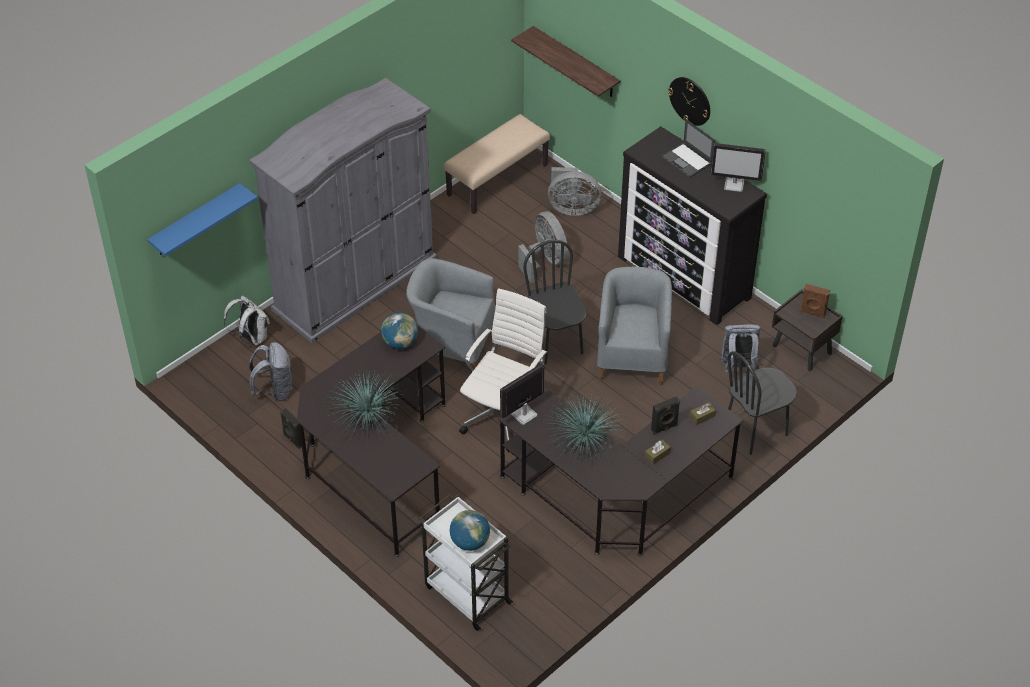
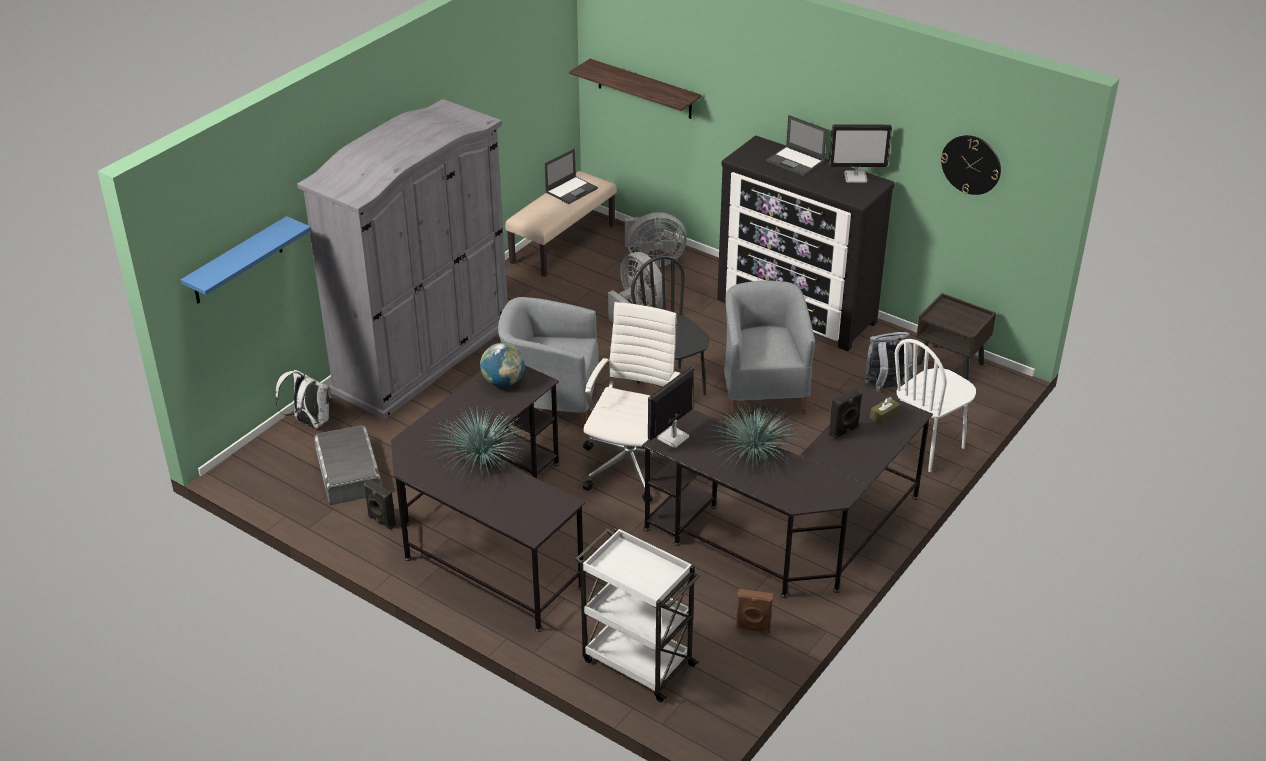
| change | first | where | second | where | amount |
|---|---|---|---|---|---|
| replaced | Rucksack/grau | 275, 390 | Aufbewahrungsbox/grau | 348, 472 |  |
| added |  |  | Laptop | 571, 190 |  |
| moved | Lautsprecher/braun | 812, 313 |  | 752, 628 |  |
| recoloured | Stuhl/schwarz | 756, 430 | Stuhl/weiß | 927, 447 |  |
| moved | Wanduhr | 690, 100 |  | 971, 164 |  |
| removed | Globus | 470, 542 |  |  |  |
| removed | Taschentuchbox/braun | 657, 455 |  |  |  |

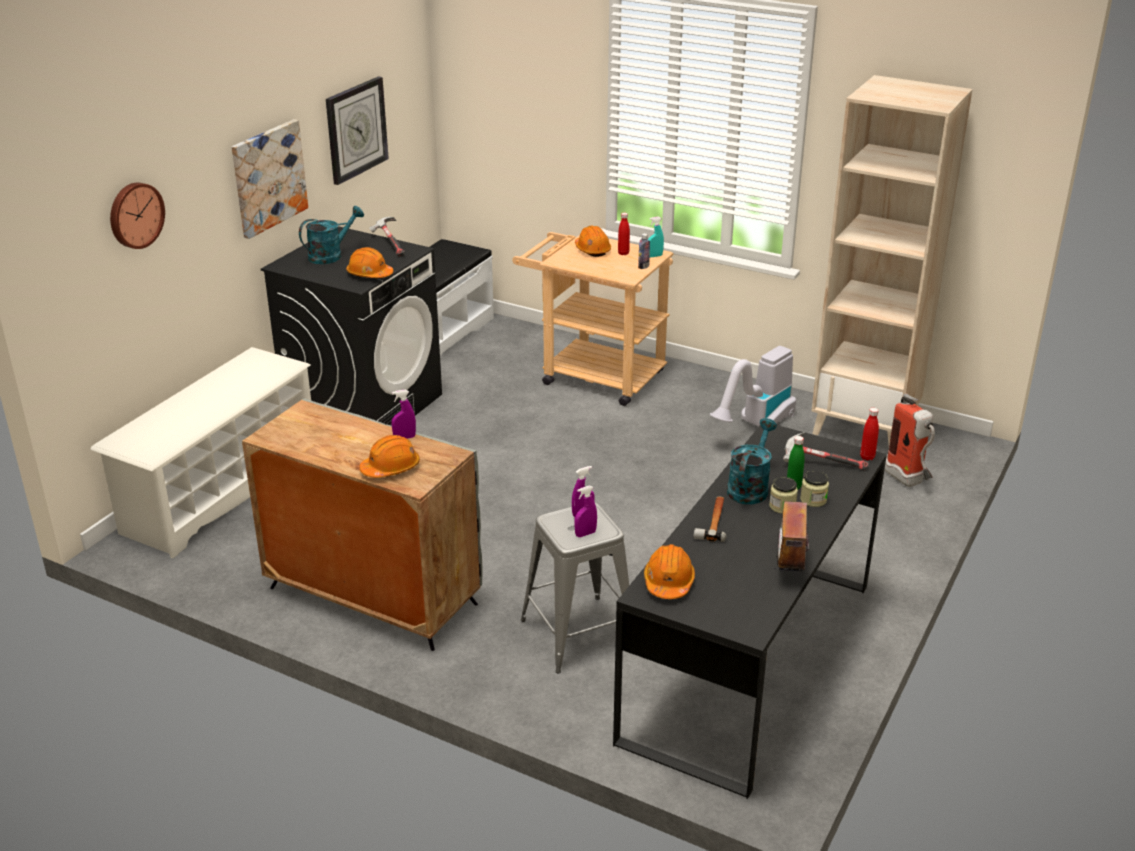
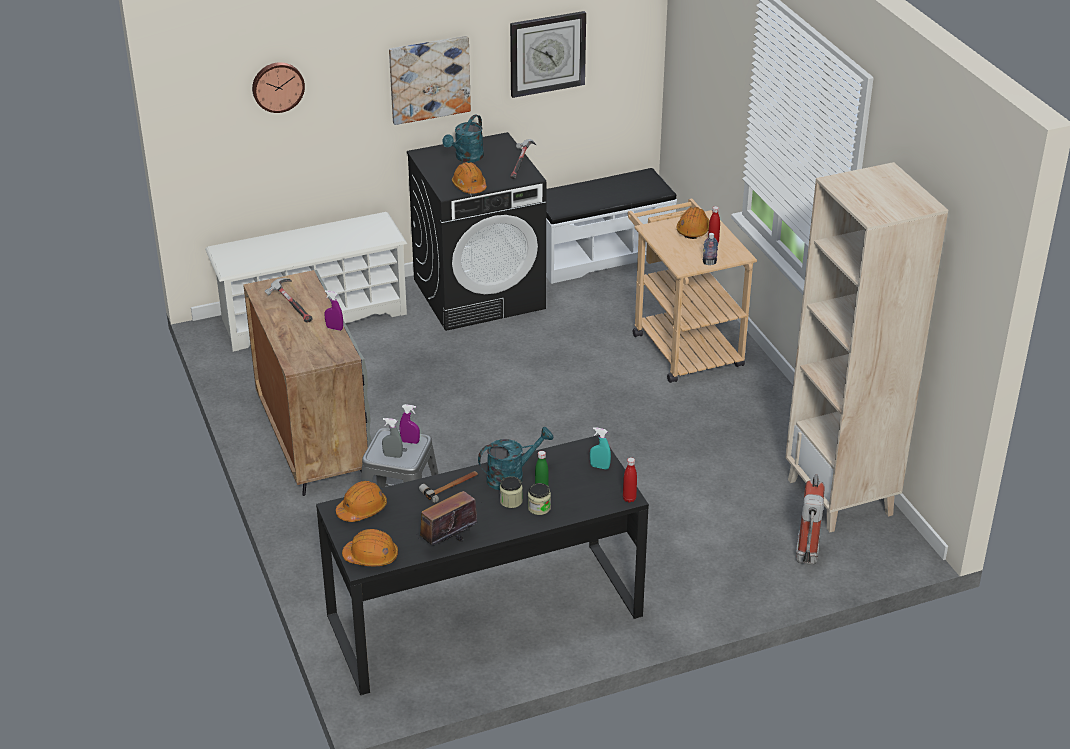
| change | first | where | second | where | amount |
|---|---|---|---|---|---|
| moved | Hammer | 821, 464 |  | 291, 306 |  |
| moved | Schutzhelm/orange | 391, 468 |  | 371, 557 |  |
| recoloured | Sprühflasche/lila | 585, 534 | Sprühflasche/grau | 392, 456 |  |
| turned | Gießkanne/türkis | 330, 255 |  | 466, 158 | 120 degrees clockwise |
| moved | Sprühflasche/türkis | 654, 256 |  | 599, 467 |  |
| removed | Staubsauger | 755, 425 |  |  |  |

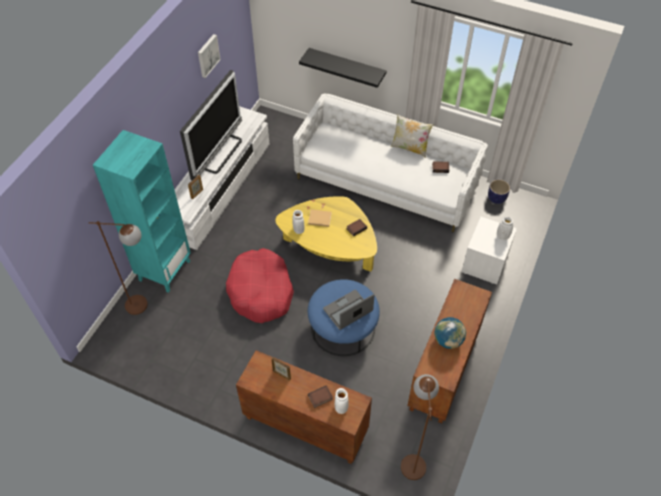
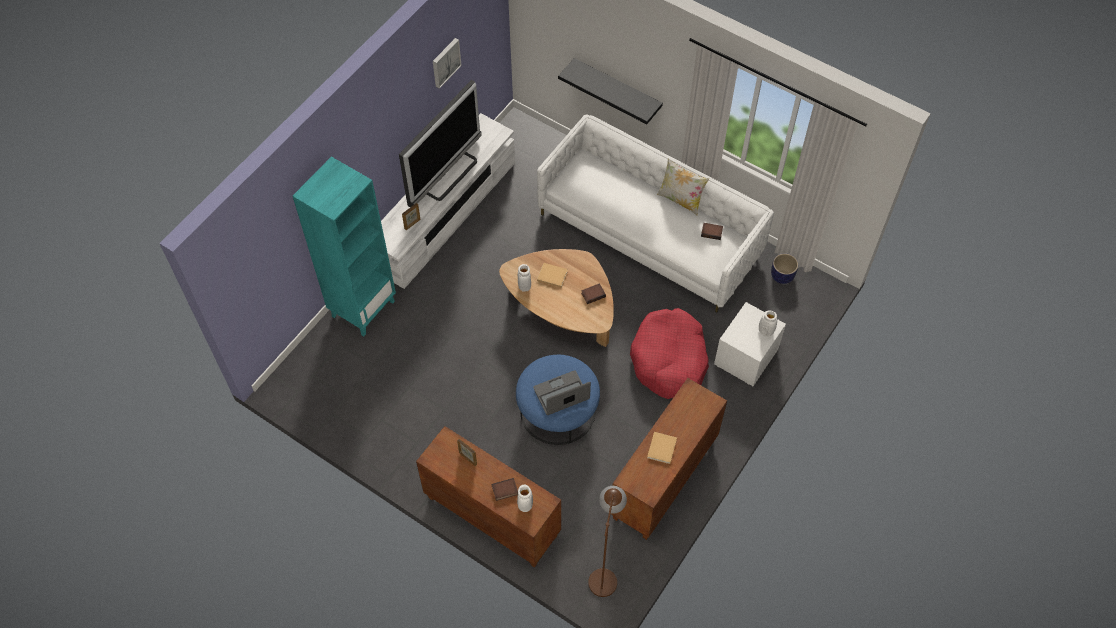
| change | first | where | second | where | amount |
|---|---|---|---|---|---|
| recoloured | Couchtisch/gelb | 330, 249 | Couchtisch/braun | 562, 311 |  |
| moved | Hundebett/rot | 261, 291 |  | 669, 360 |  |
| replaced | Globus | 448, 340 | Buch/beige | 661, 449 |  |
| removed | Stehlampe/braun | 144, 305 |  |  |  |

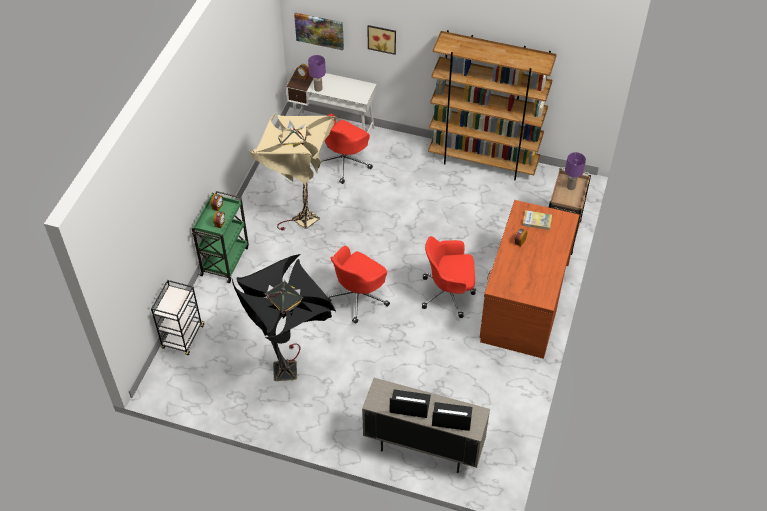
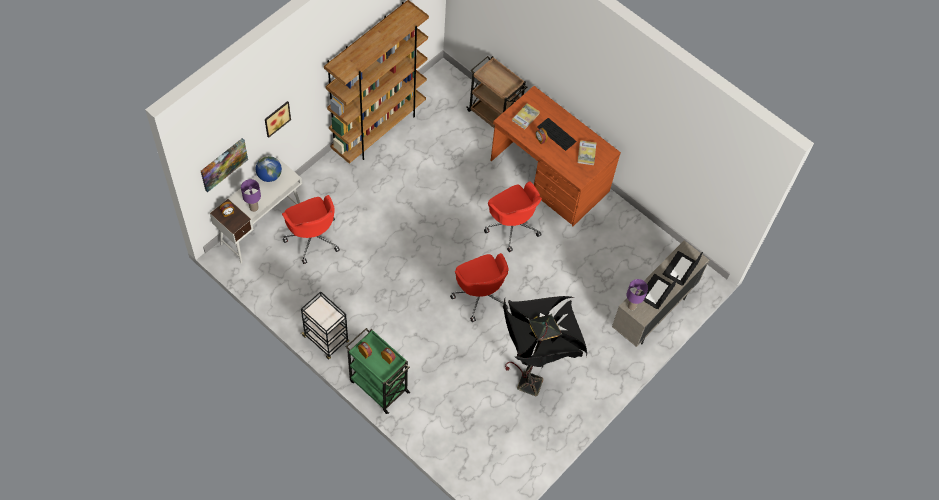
| change | first | where | second | where | amount |
|---|---|---|---|---|---|
| added |  |  | Globus | 269, 175 |  |
| moved | Rollwagen/schwarz | 183, 338 |  | 326, 339 |  |
| turned | Bürostuhl/rot | 448, 293 |  | 512, 225 | 60 degrees counterclockwise |
| added |  |  | Tastatur | 557, 134 |  |
| added |  |  | Buch | 586, 153 |  |
| moved | Tischlampe/lila | 571, 186 |  | 631, 305 |  |
| removed | Stehlampe/beige | 301, 215 |  |  |  |

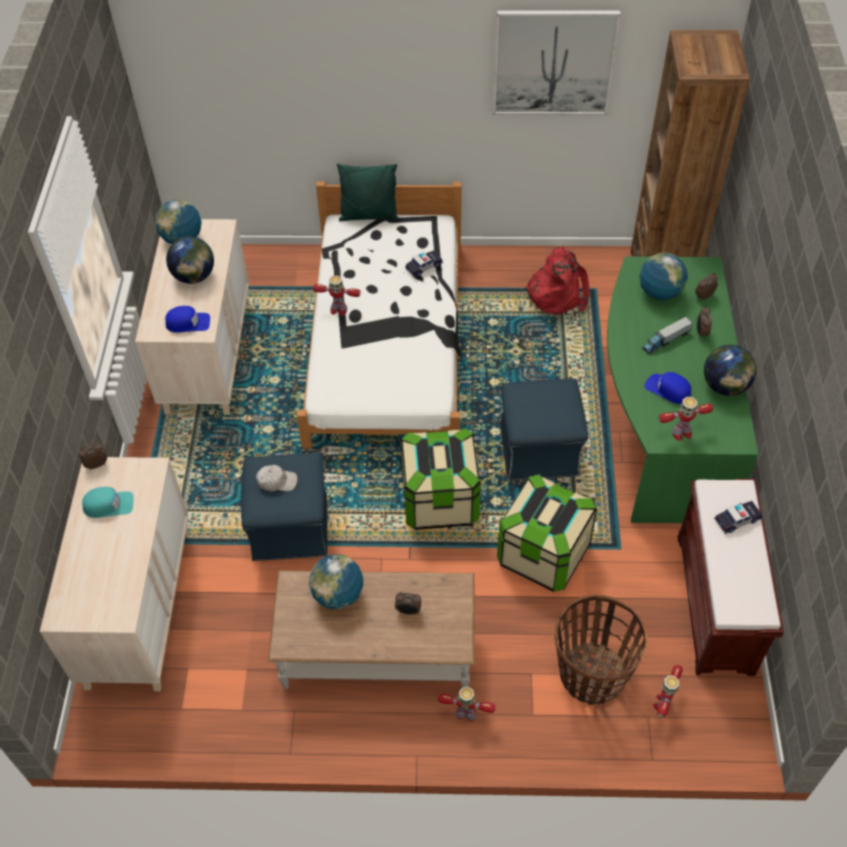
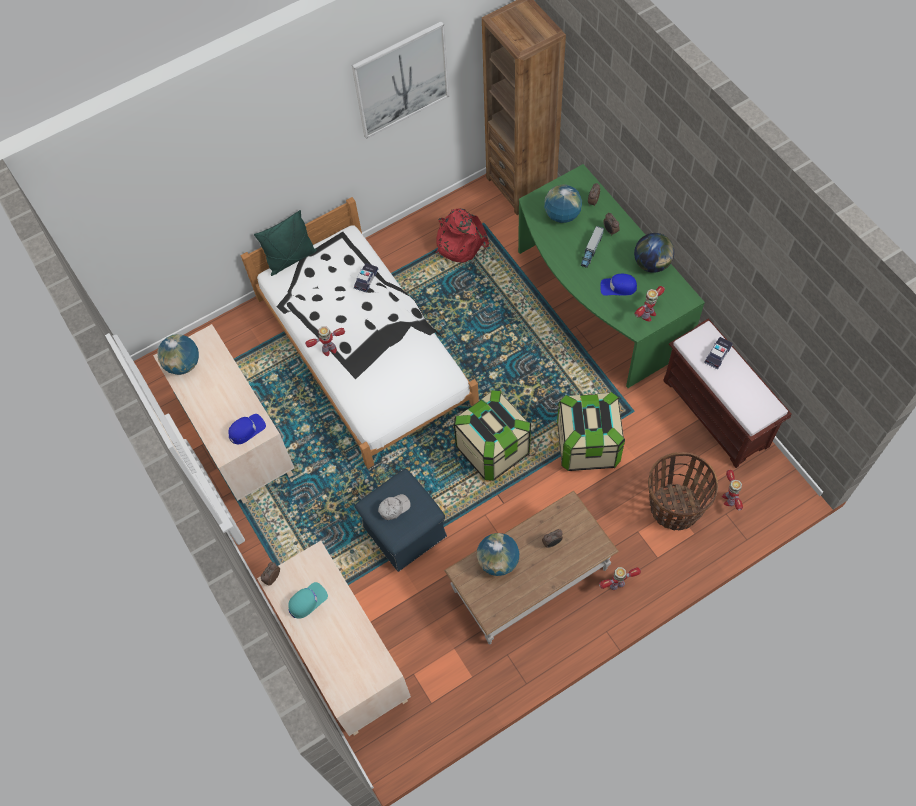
| change | first | where | second | where | amount |
|---|---|---|---|---|---|
| removed | Globus | 194, 276 |  |  |  |
| removed | Polsterhocker/blau | 540, 450 |  |  |  |

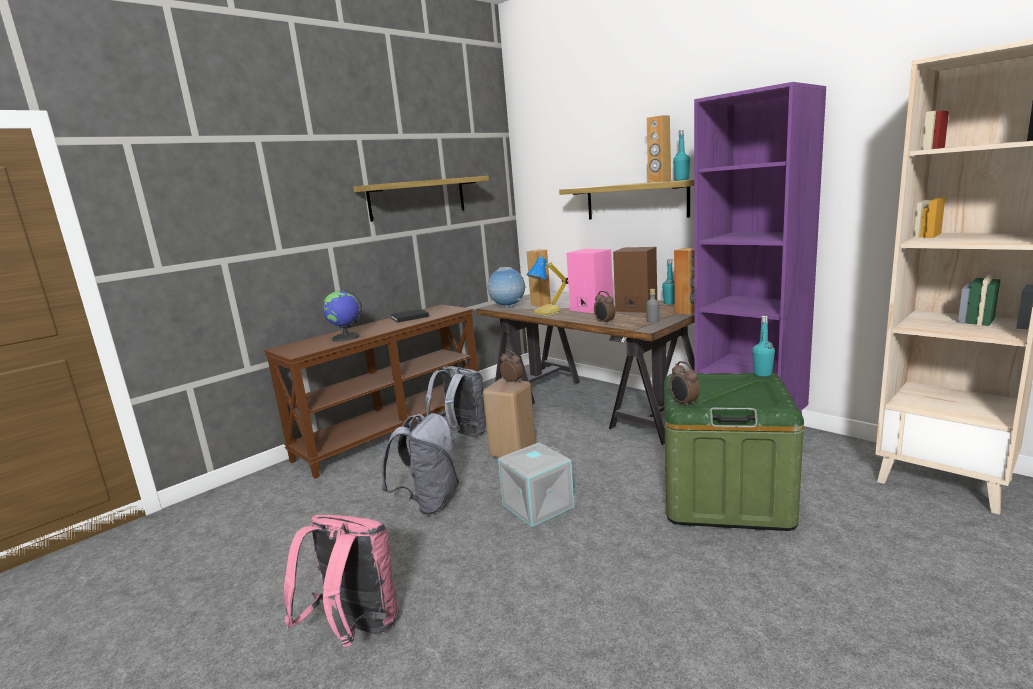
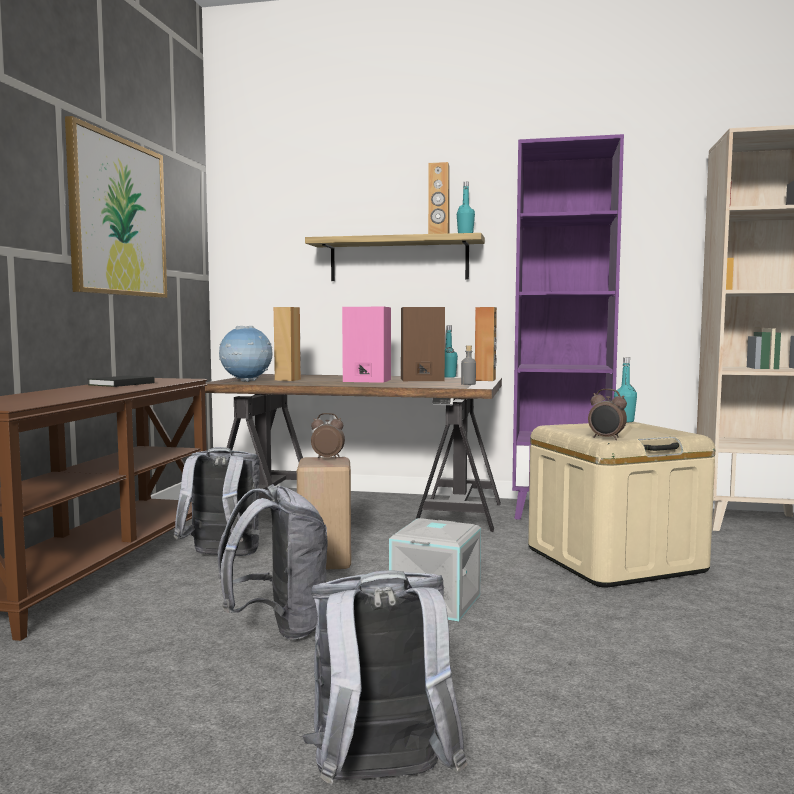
| change | first | where | second | where | amount |
|---|---|---|---|---|---|
| replaced | Wandregal | 418, 198 | Bild | 118, 217 |  |
| recoloured | Rucksack/rosa | 355, 630 | Rucksack/grau | 381, 782 |  |
| recoloured | Aufbewahrungsbox/grün | 725, 496 | Aufbewahrungsbox/beige | 614, 560 |  |
| removed | Globus | 346, 337 |  |  |  |
| removed | Tischlampe | 547, 312 |  |  |  |
| removed | Wecker | 604, 322 |  |  |  |

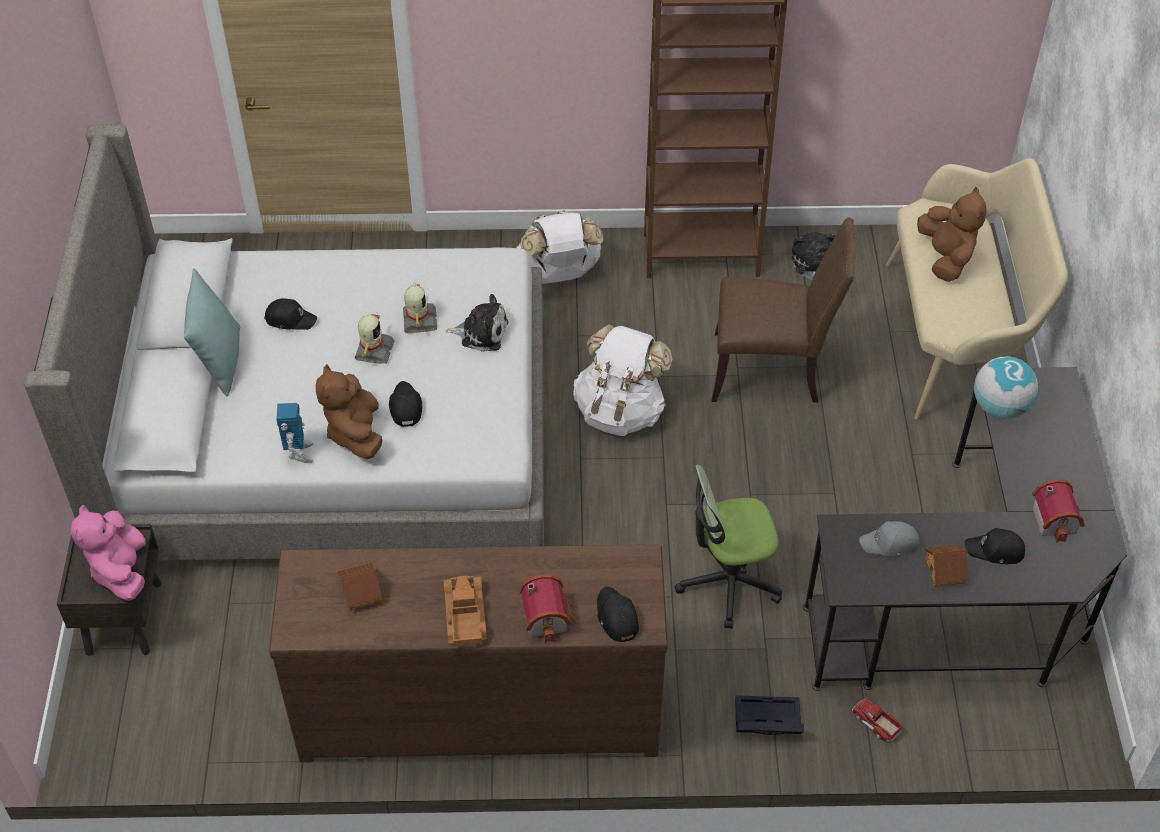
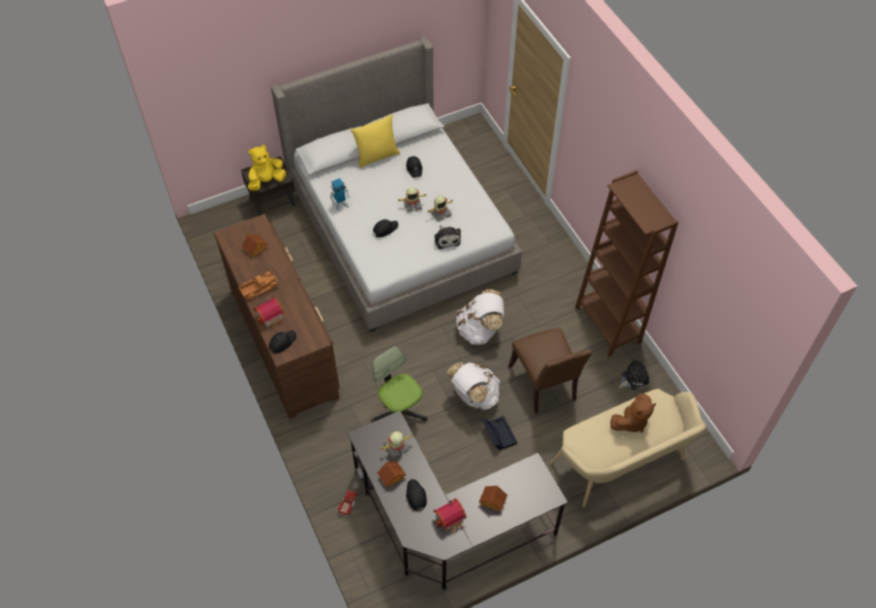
| change | first | where | second | where | amount |
|---|---|---|---|---|---|
| recoloured | Plüschtier/rosa | 121, 571 | Plüschtier/gelb | 266, 181 |  |
| recoloured | Kissen/türkis | 219, 361 | Kissen/gelb | 376, 156 |  |
| replaced | Kappe/grau | 890, 544 | Spielzeugroboter | 397, 447 |  |
| moved | Rucksack/weiß | 558, 274 |  | 474, 396 |  |
| added |  |  | Spielzeughaus | 492, 501 |  |
| moved | Aufbewahrungsbox/schwarz | 765, 722 |  | 498, 434 |  |
| removed | Plüschtier/braun | 355, 433 |  |  |  |
| removed | Globus | 999, 407 |  |  |  |

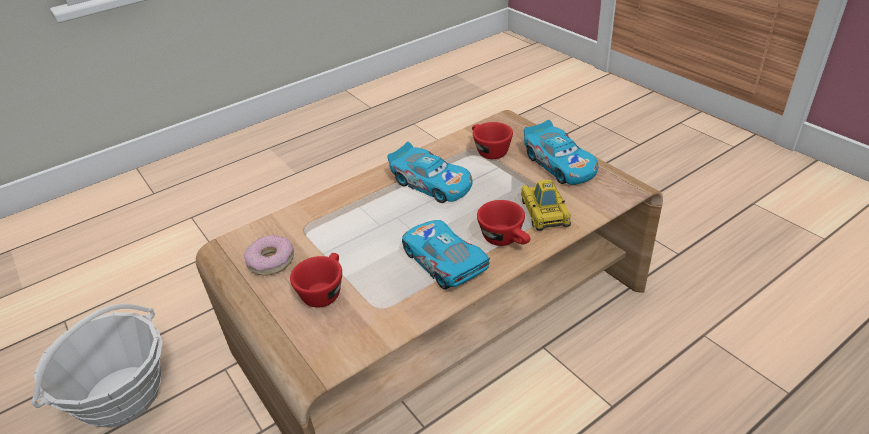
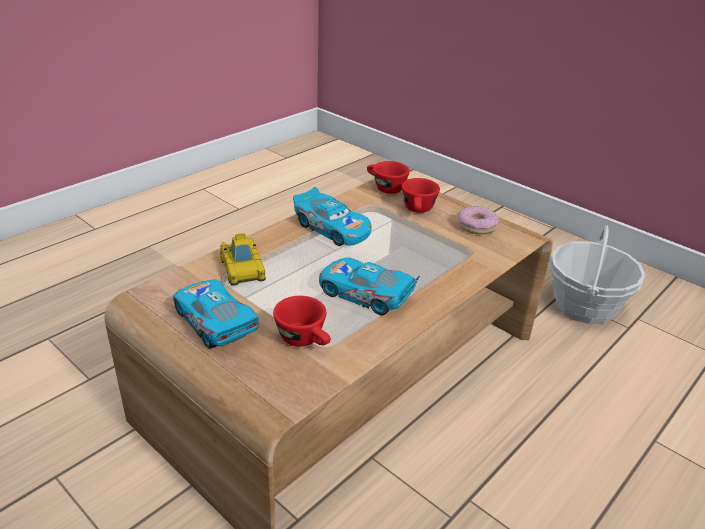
| change | first | where | second | where | amount |
|---|---|---|---|---|---|
| moved | Tasse/rot | 506, 240 |  | 385, 188 |  |

